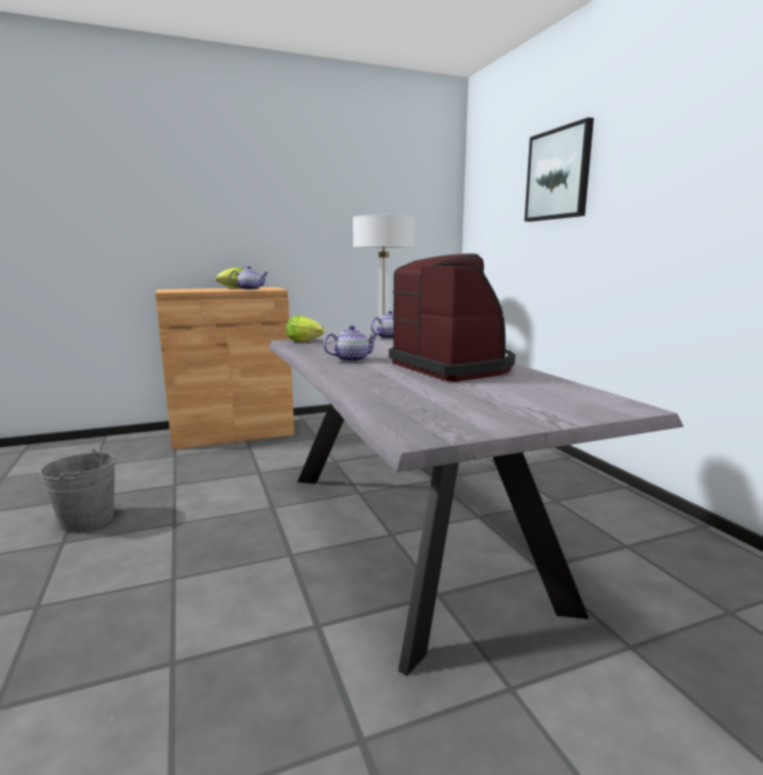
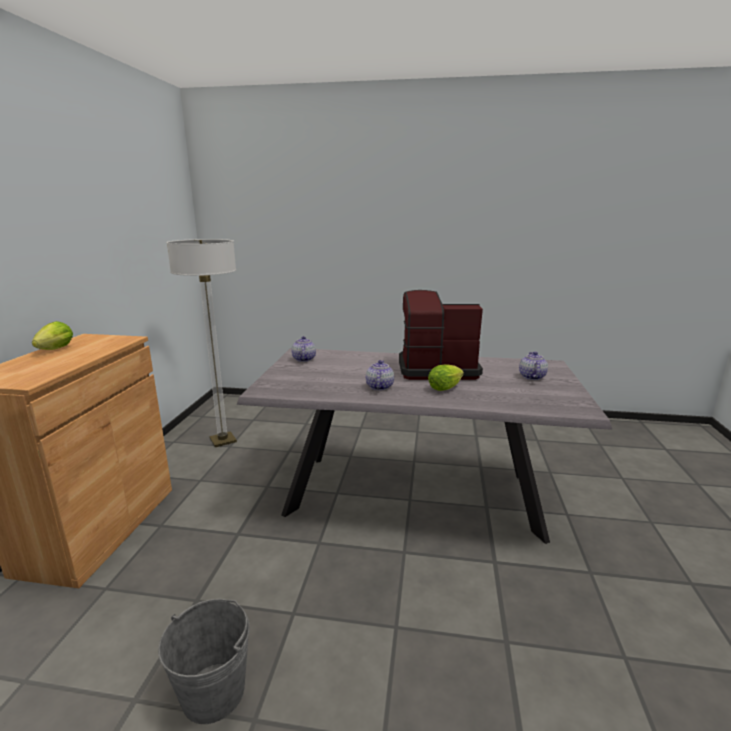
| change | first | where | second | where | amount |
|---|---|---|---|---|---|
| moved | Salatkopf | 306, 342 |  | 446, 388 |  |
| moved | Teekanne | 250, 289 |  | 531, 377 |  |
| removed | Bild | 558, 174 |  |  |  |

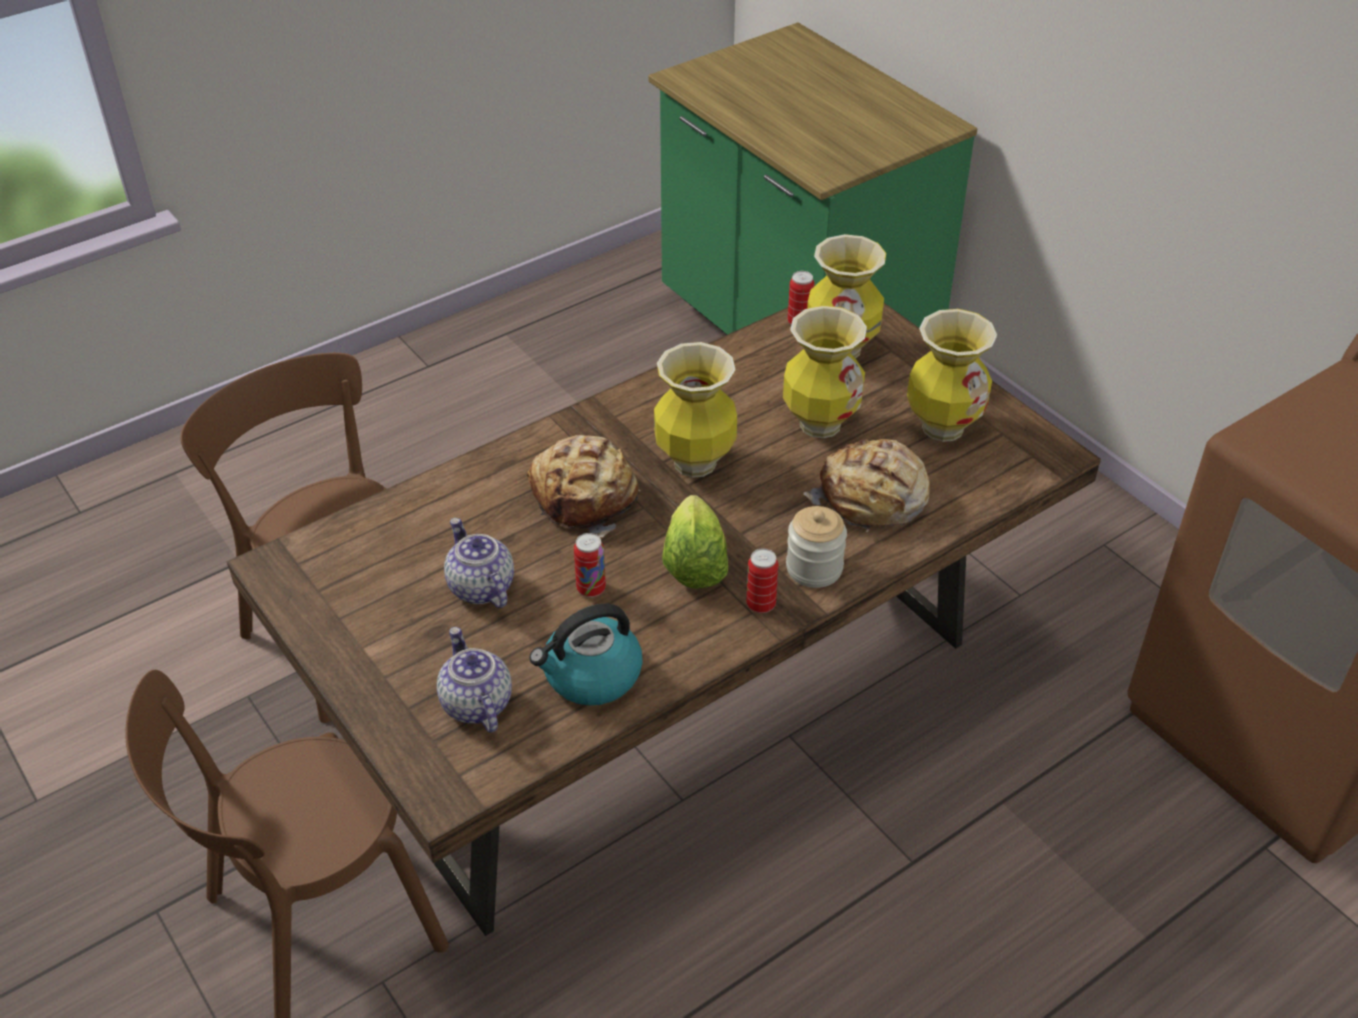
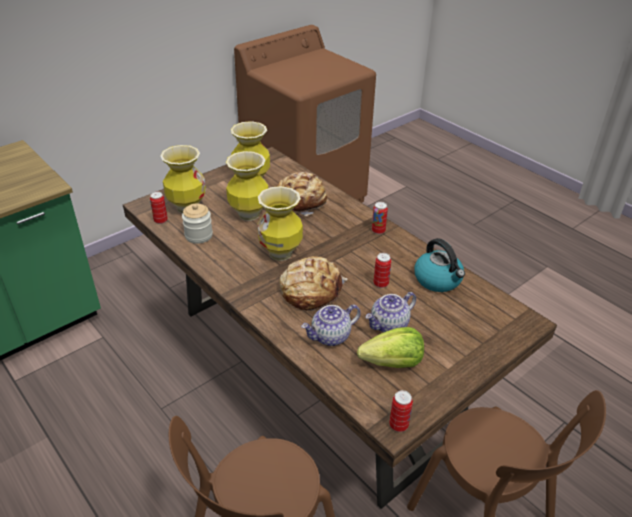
| change | first | where | second | where | amount |
|---|---|---|---|---|---|
| moved | Vorratsglas | 814, 568 |  | 198, 235 |  |
| moved | Teekanne | 475, 704 |  | 330, 337 |  |
| moved | Salatkopf | 694, 564 |  | 393, 363 |  |
| added |  |  | Dose | 398, 425 |  |

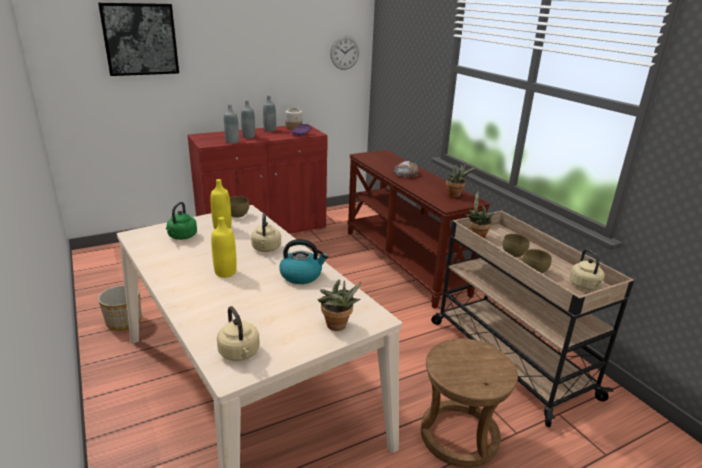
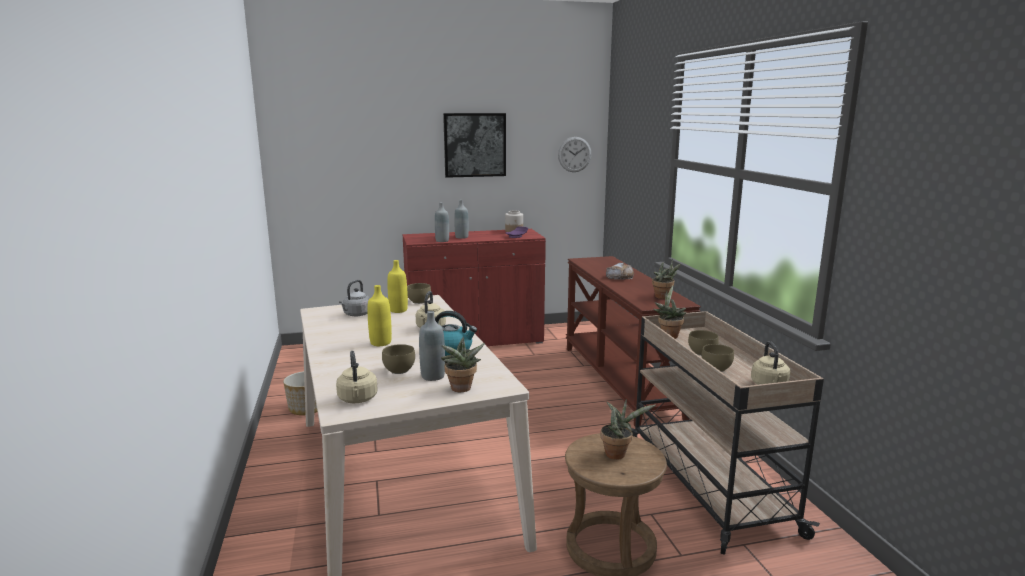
| change | first | where | second | where | amount |
|---|---|---|---|---|---|
| recoloured | Wasserkessel/grün | 181, 237 | Wasserkessel/grau | 356, 314 |  |
| added |  |  | Schüssel/braun | 399, 371 |  |
| moved | Flasche/grau | 270, 130 |  | 433, 376 |  |
| moved | Bild | 140, 39 |  | 474, 145 |  |
| added |  |  | Topfpflanze | 618, 454 |  |

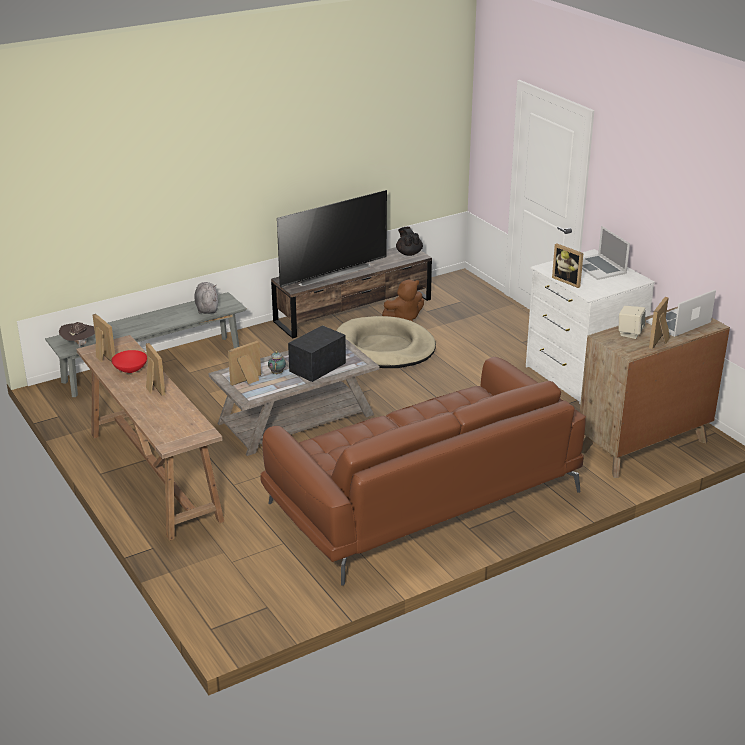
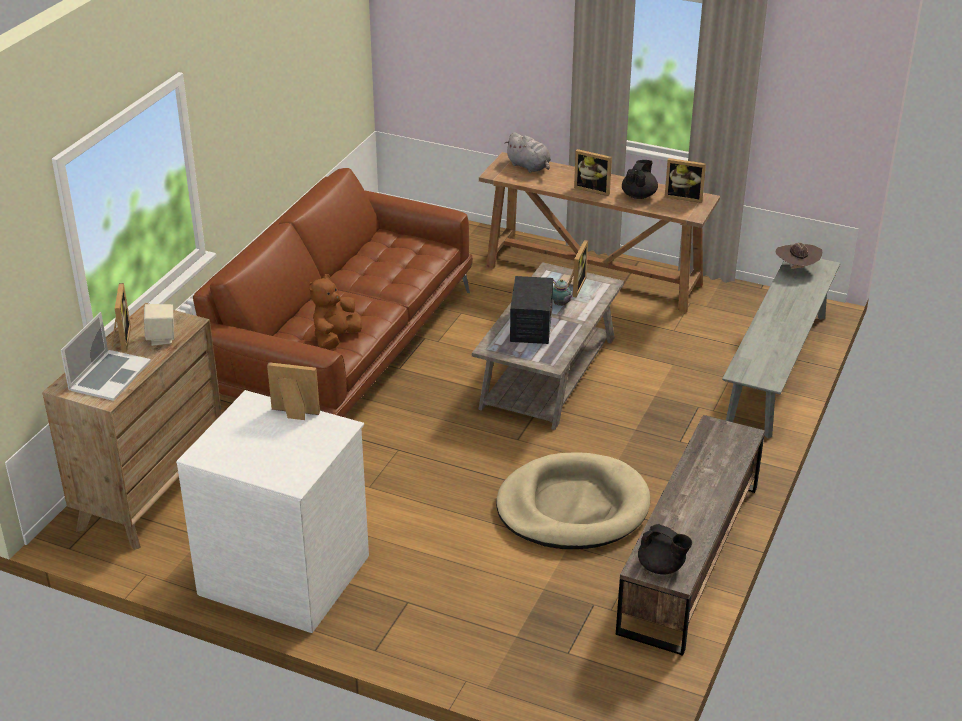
| change | first | where | second | where | amount |
|---|---|---|---|---|---|
| moved | Plüschtier/braun | 404, 318 |  | 335, 339 |  |
| moved | Plüschtier/grau | 207, 308 |  | 529, 167 |  |
| replaced | Schüssel/rot | 130, 370 | Teekanne/schwarz | 639, 195 |  |
| removed | Fernseher | 331, 272 |  |  |  |
| removed | Laptop | 598, 267 |  |  |  |

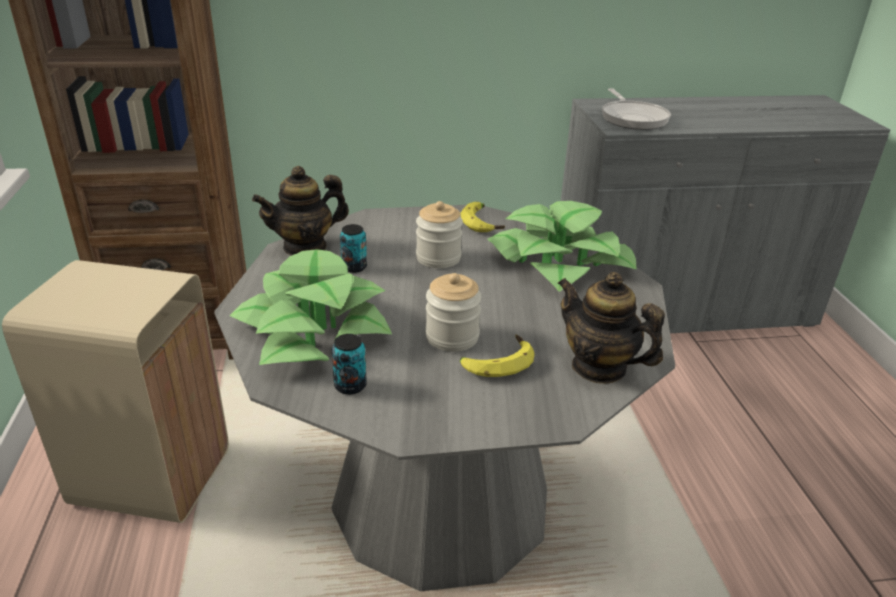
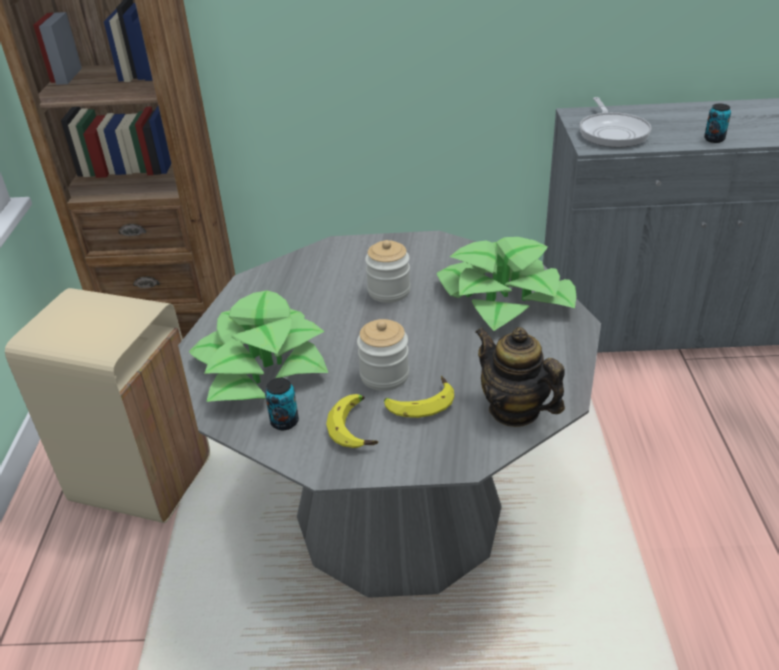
| change | first | where | second | where | amount |
|---|---|---|---|---|---|
| moved | Banane | 483, 223 |  | 357, 427 |  |
| moved | Dose | 354, 267 |  | 714, 139 |  |
| removed | Teekanne | 305, 247 |  |  |  |

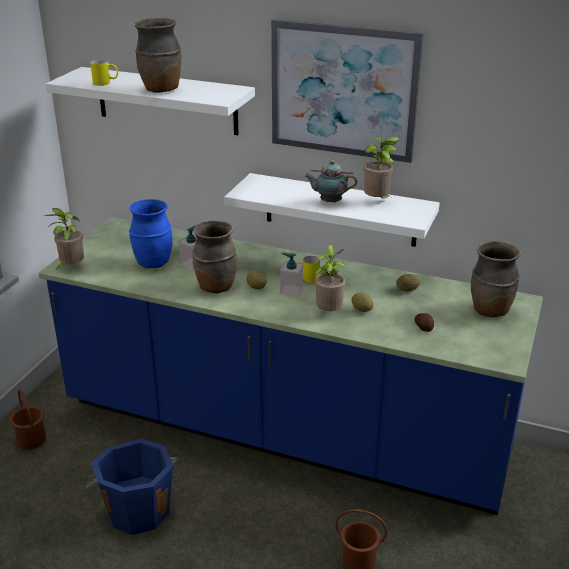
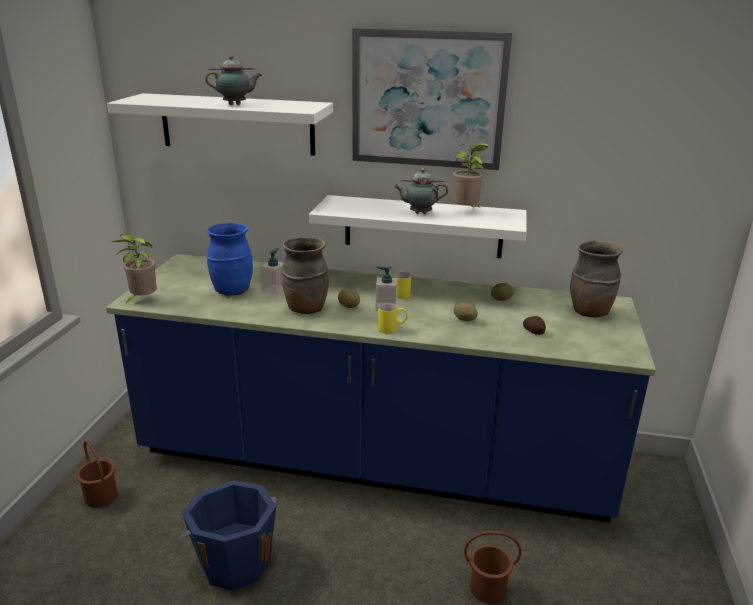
| change | first | where | second | where | amount |
|---|---|---|---|---|---|
| replaced | Vase/braun | 161, 90 | Teekanne | 236, 105 |  |
| moved | Henkelbecher/gelb | 106, 83 |  | 392, 328 |  |
| removed | Topfpflanze | 329, 312 |  |  |  |

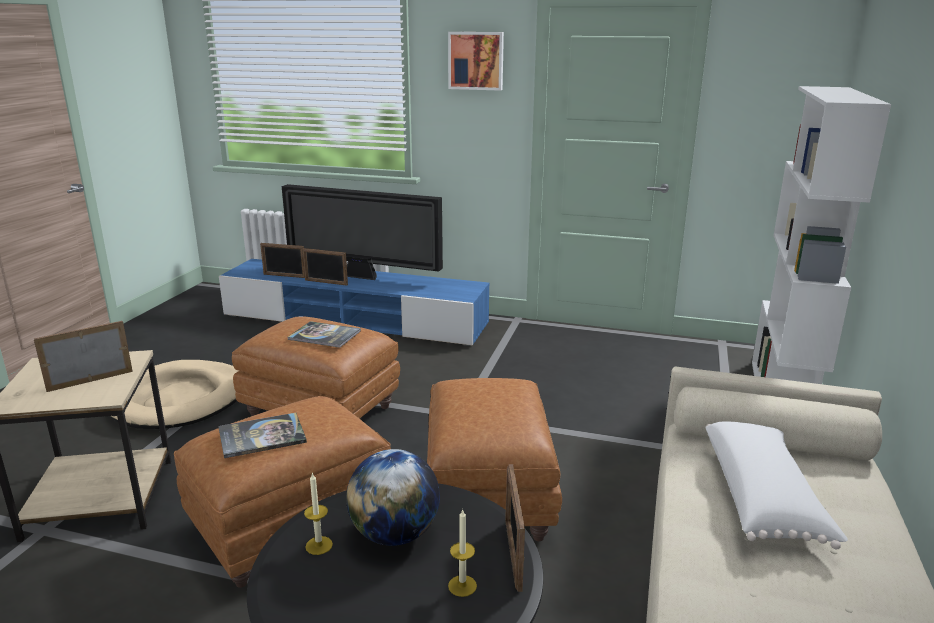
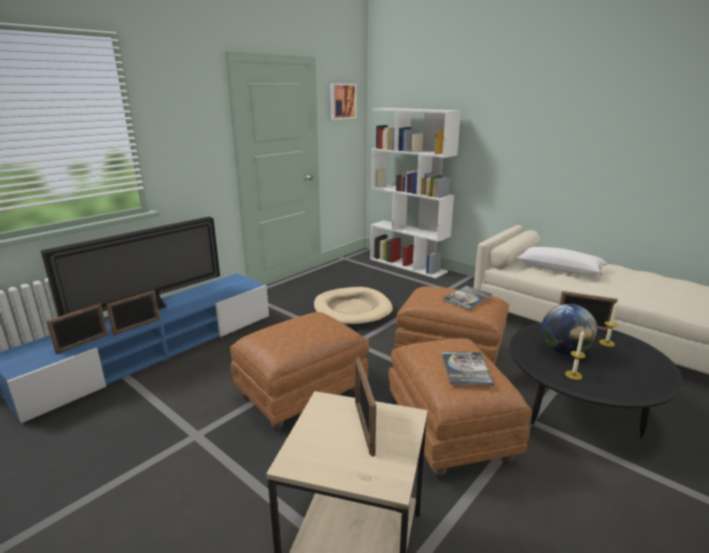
| change | first | where | second | where | amount |
|---|---|---|---|---|---|
| moved | Hundebett/beige | 180, 399 |  | 352, 310 |  |
| moved | Bild | 476, 60 |  | 342, 101 |  |
| moved | Buch | 324, 335 |  | 467, 298 |  |

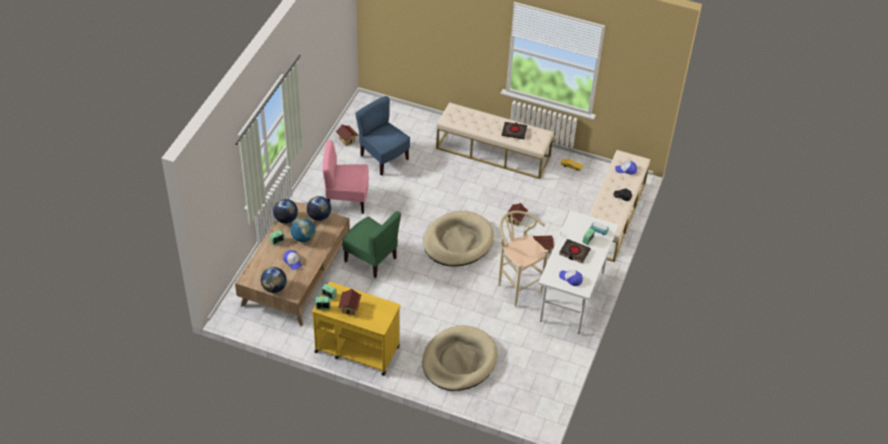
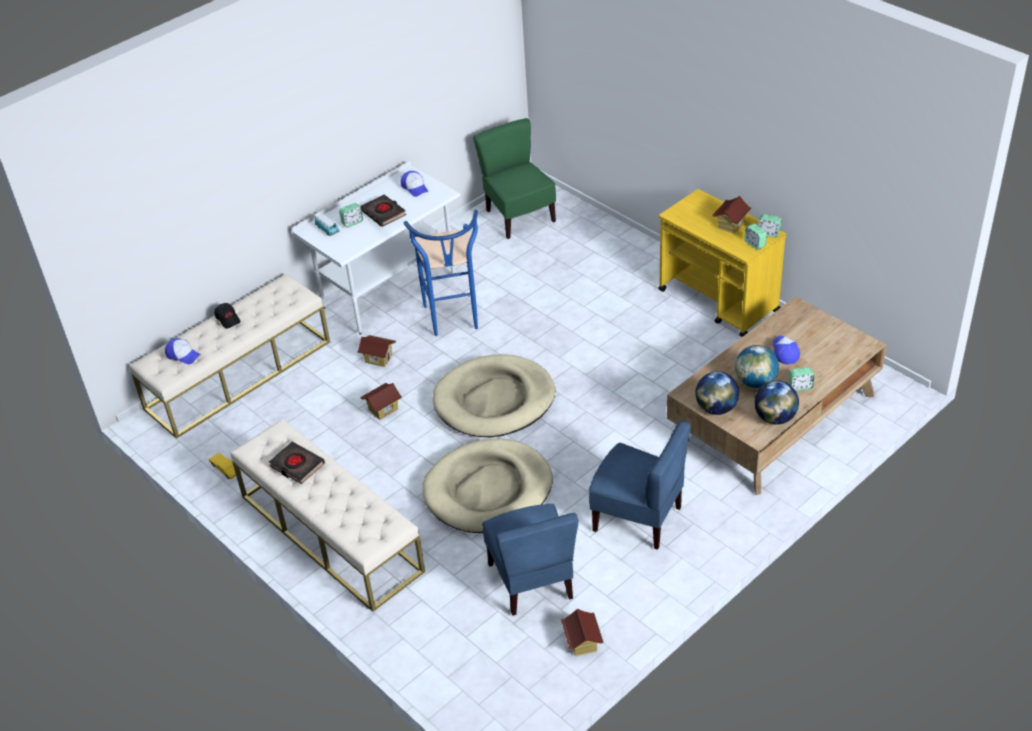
| change | first | where | second | where | amount |
|---|---|---|---|---|---|
| recoloured | Hocker/beige | 516, 286 | Hocker/blau | 453, 321 |  |
| moved | Hundebett/beige | 459, 361 |  | 488, 490 |  |
| moved | Stuhl/grün | 371, 259 |  | 519, 217 |  |
| recoloured | Stuhl/rosa | 346, 199 | Stuhl/blau | 638, 518 |  |
| removed | Globus | 274, 288 |  |  |  |

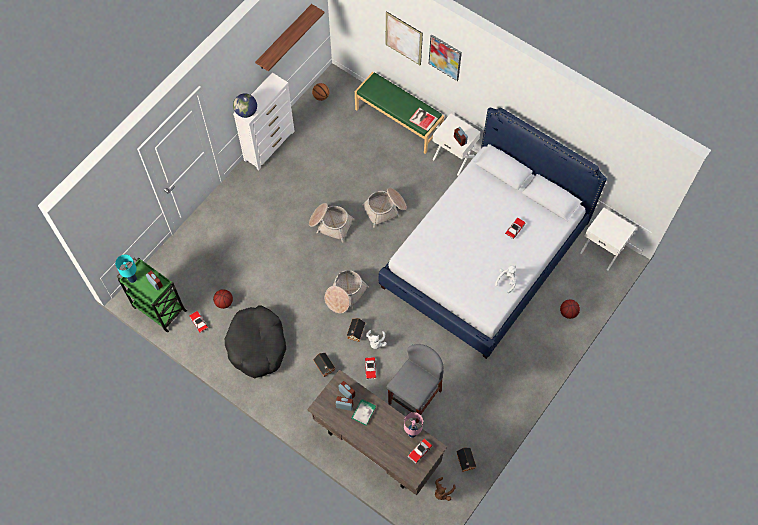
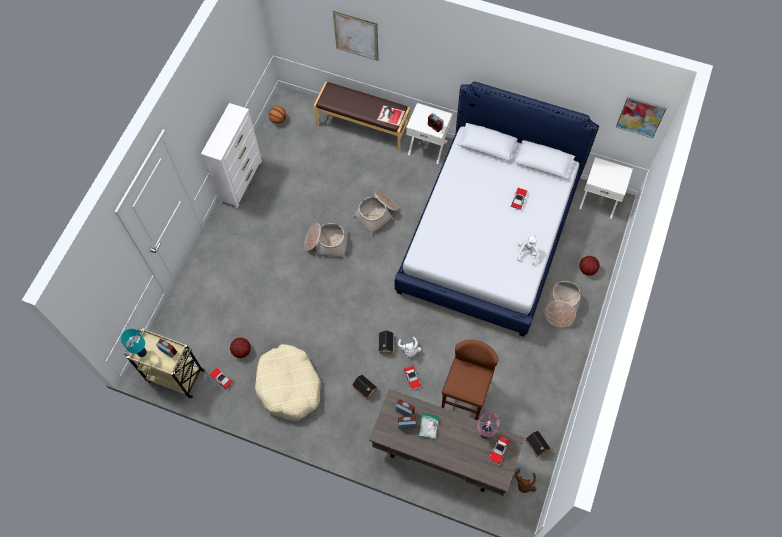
| change | first | where | second | where | amount |
|---|---|---|---|---|---|
| recoloured | Rollwagen/grün | 158, 308 | Rollwagen/beige | 174, 375 |  |
| recoloured | Hundebett/schwarz | 257, 345 | Hundebett/beige | 289, 386 |  |
| recoloured | Bank/grün | 398, 121 | Bank/braun | 363, 125 |  |
| recoloured | Hocker/grau | 414, 397 | Hocker/braun | 465, 395 |  |
| moved | Korb | 345, 294 |  | 561, 306 |  |
| moved | Bild | 445, 57 |  | 640, 116 |  |
| removed | Globus | 246, 112 |  |  |  |
| removed | Wandregal | 284, 38 |  |  |  |

